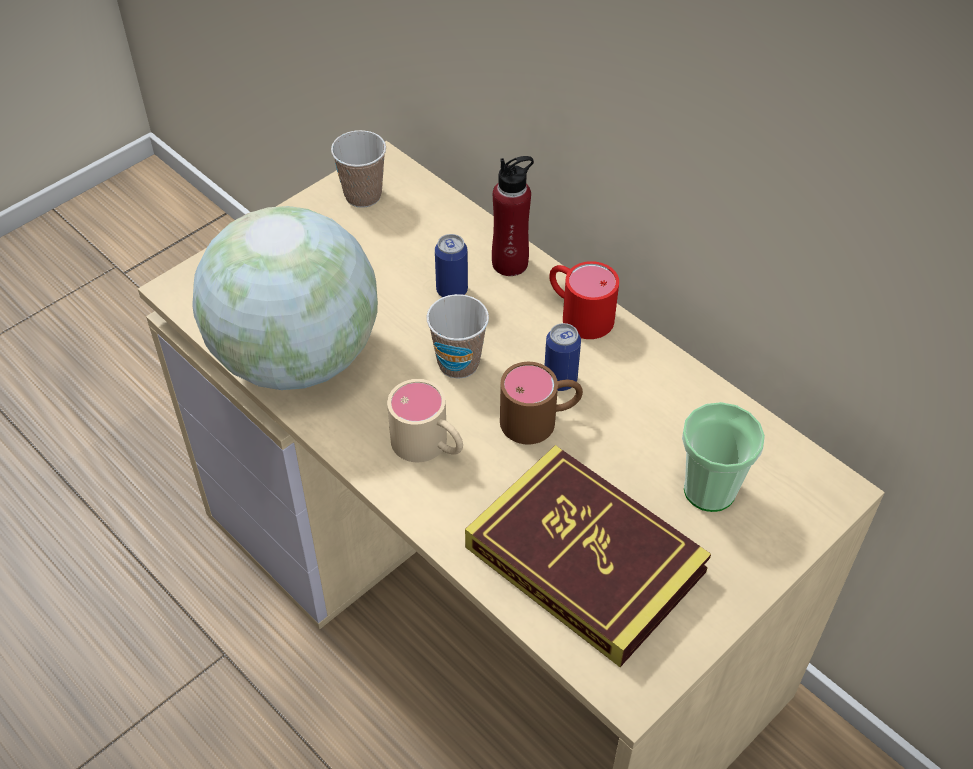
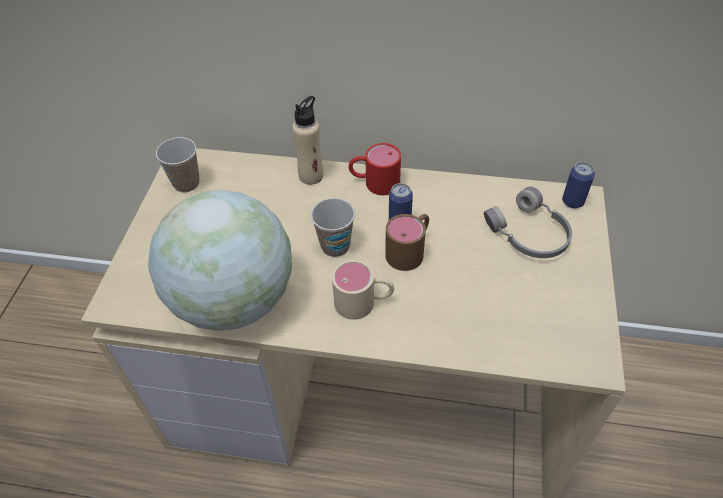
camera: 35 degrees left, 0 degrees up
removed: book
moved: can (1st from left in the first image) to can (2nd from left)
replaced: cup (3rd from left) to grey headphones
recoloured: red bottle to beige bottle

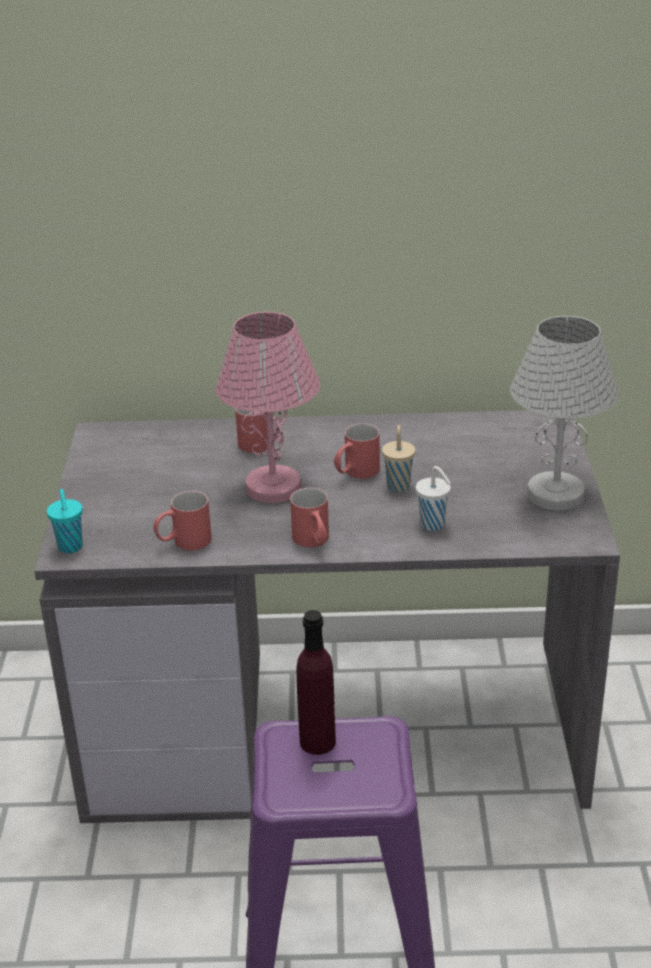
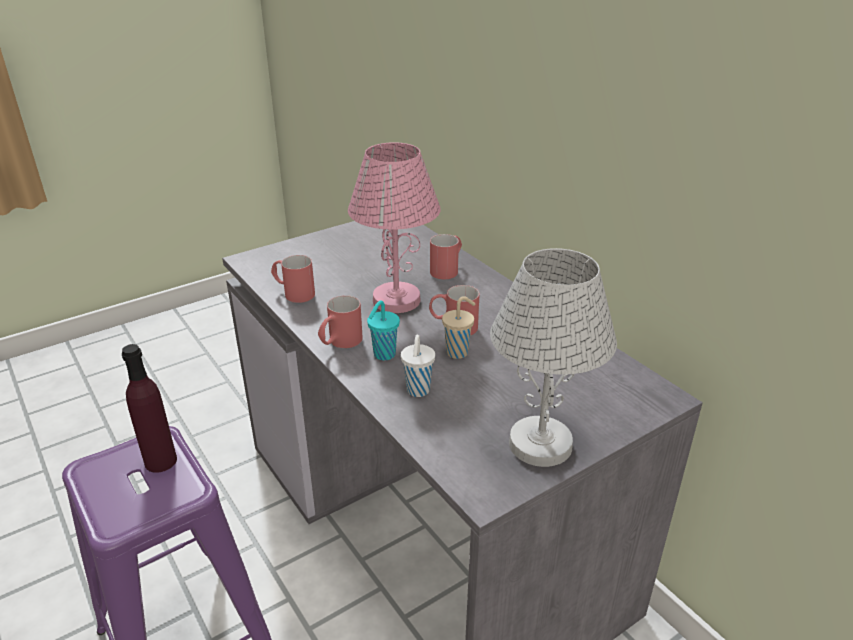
camera: 55 degrees right, 0 degrees up
moved: turquoise cup

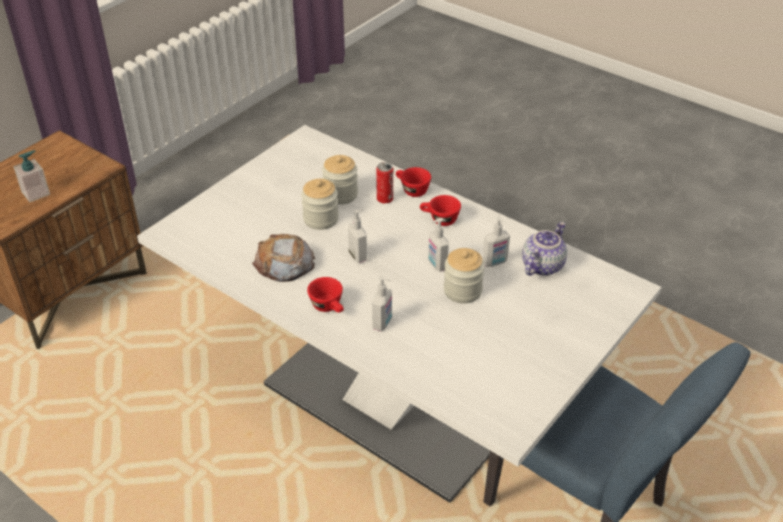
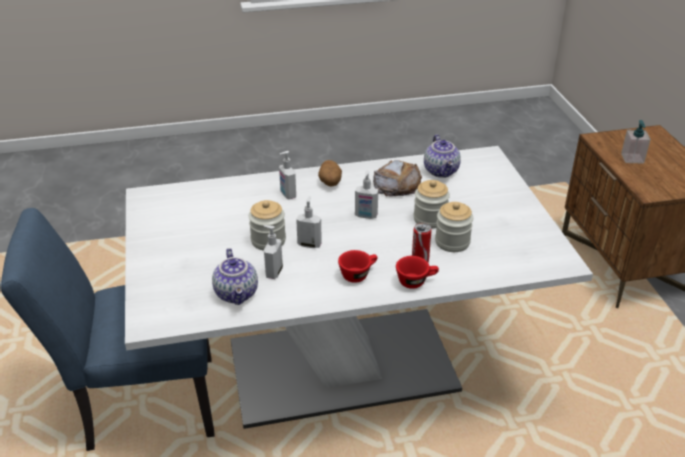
camera: 130 degrees right, 5 degrees down
added: teapot (2nd from left)
replaced: red cup (1st from left) to potato

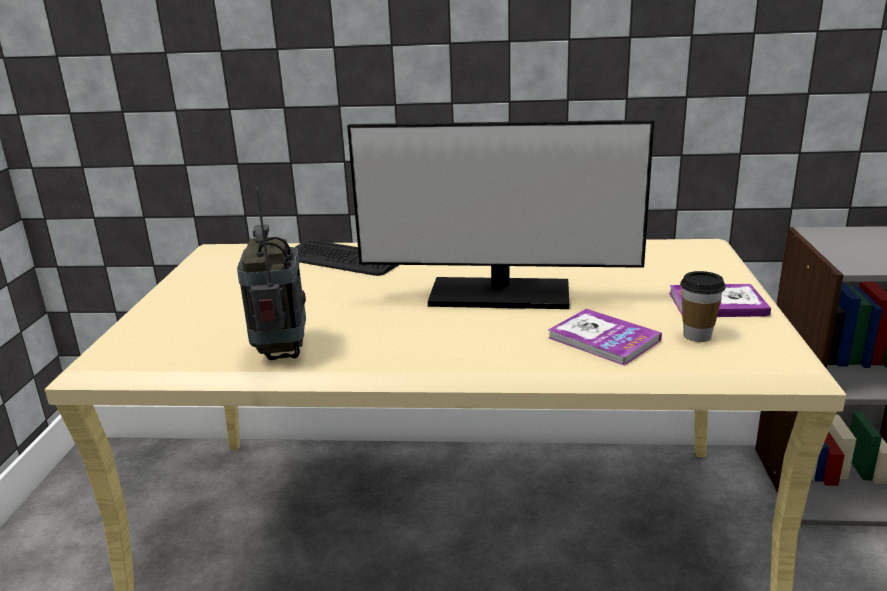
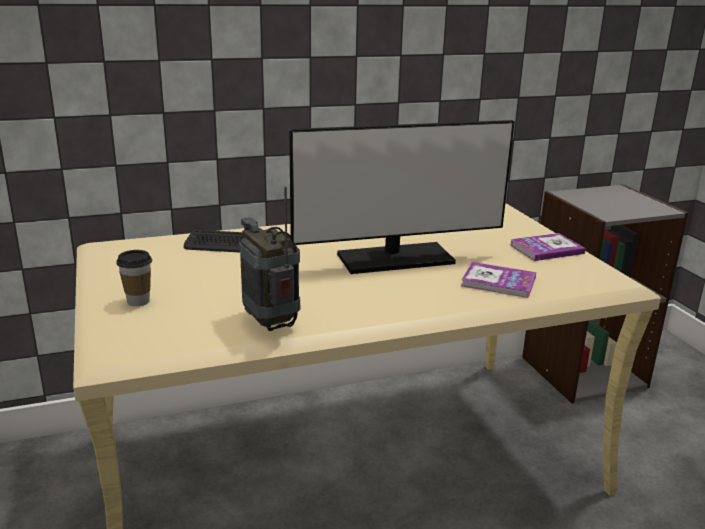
camera: 25 degrees left, 0 degrees up
moved: cup

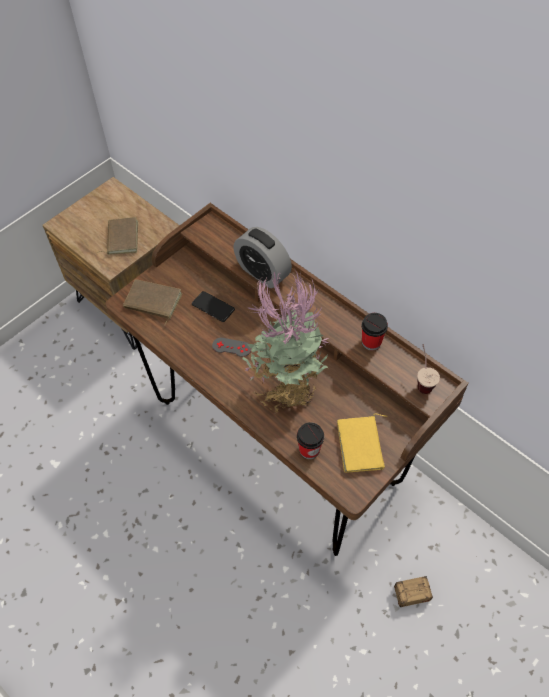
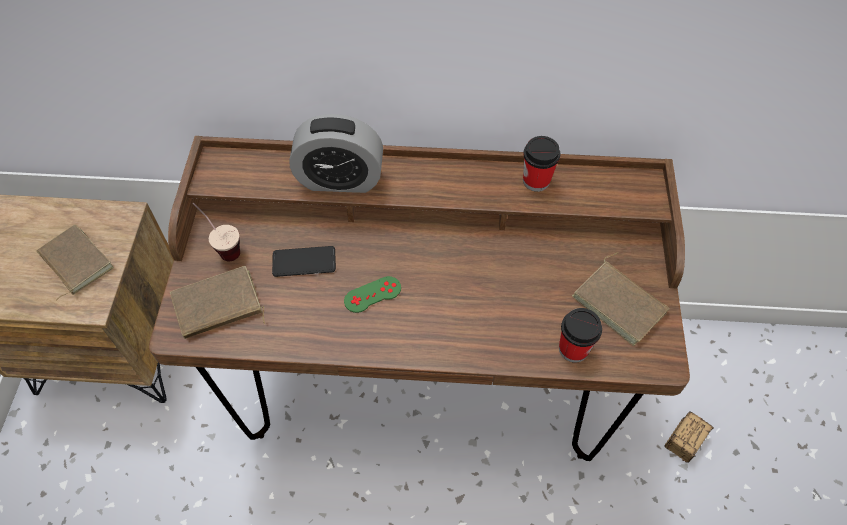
camera: 40 degrees left, 0 degrees up
removed: potted plant
moved: cup (3rd from left in the first image) to cup (1st from left)
recoloured: grey game controller to green game controller; yellow book to brown book (3rd from left)

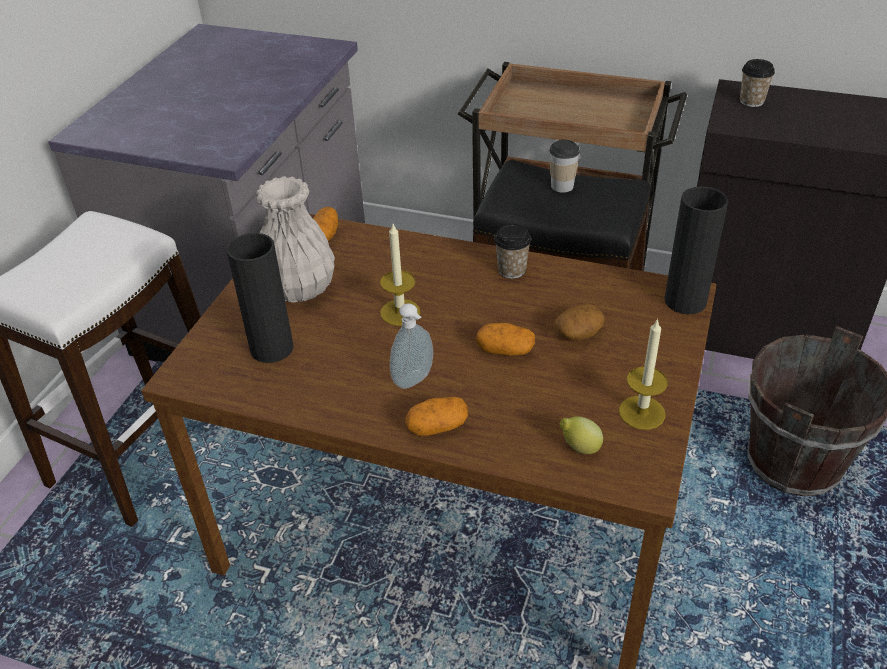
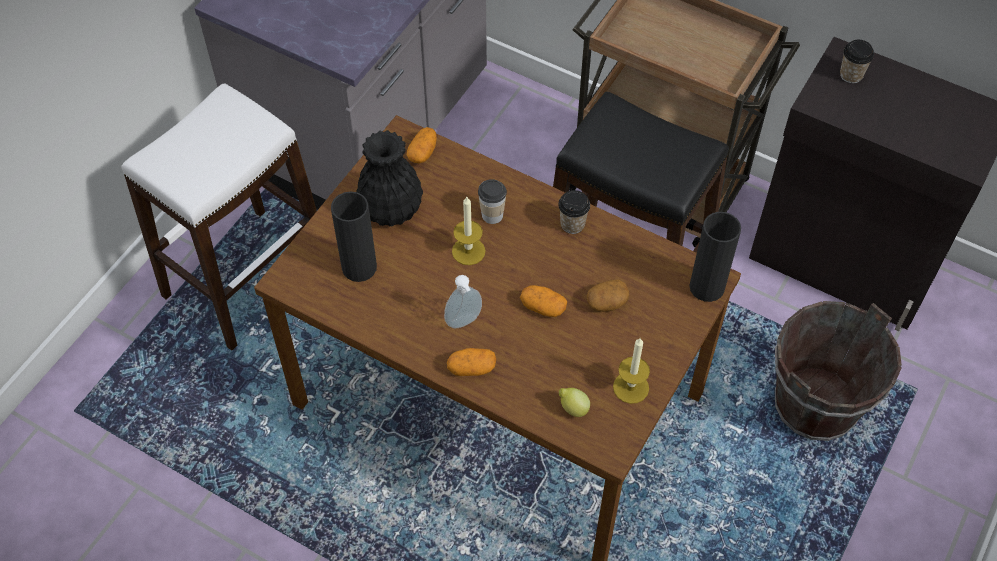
camera: 10 degrees right, 15 degrees up
moved: cup (2nd from left in the first image) to cup (1st from left)
recoloured: white vase to black vase (2nd from left)

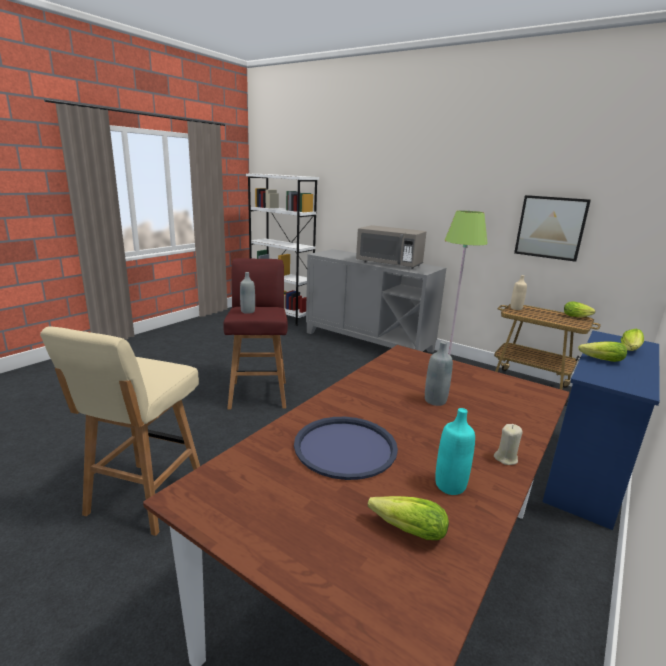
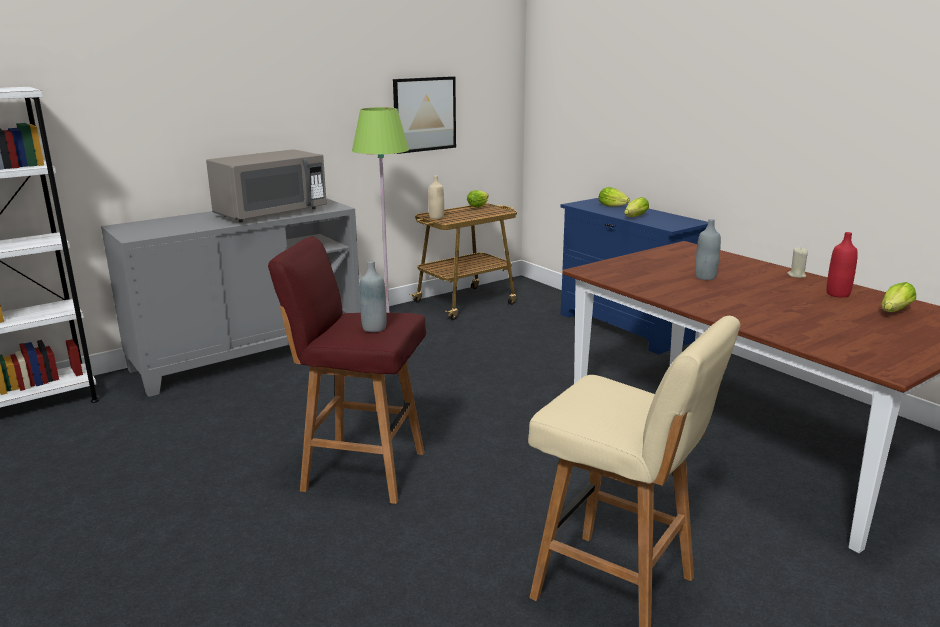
camera: 70 degrees left, 0 degrees up
removed: blue tray
recoloured: turquoise bottle to red bottle

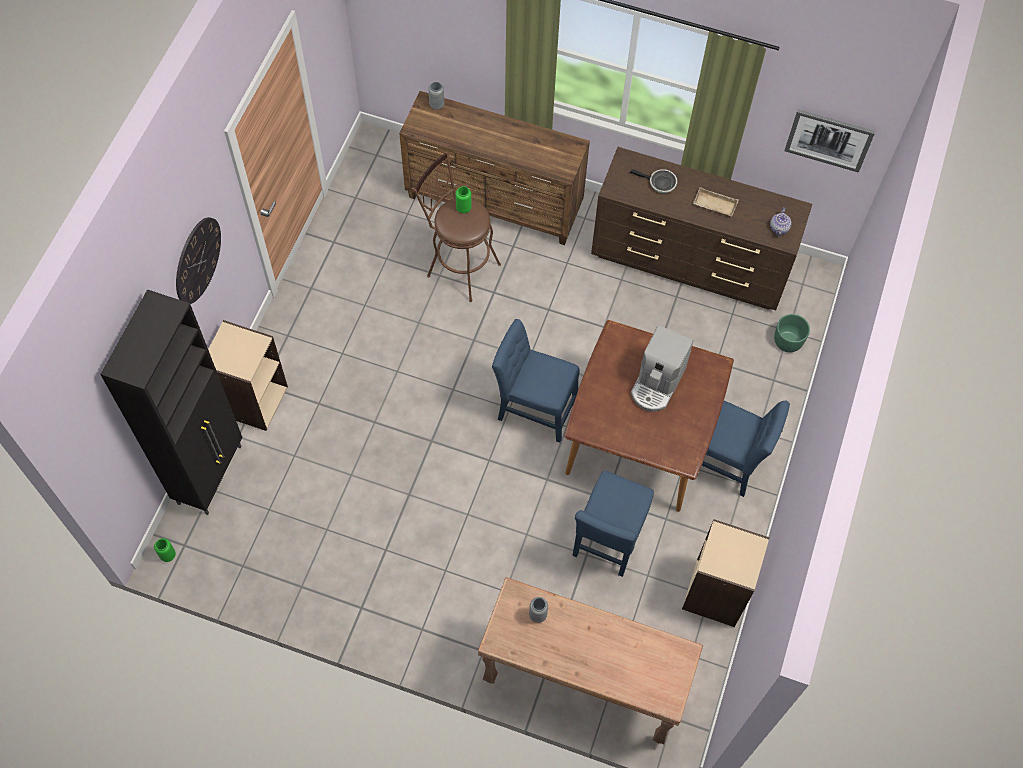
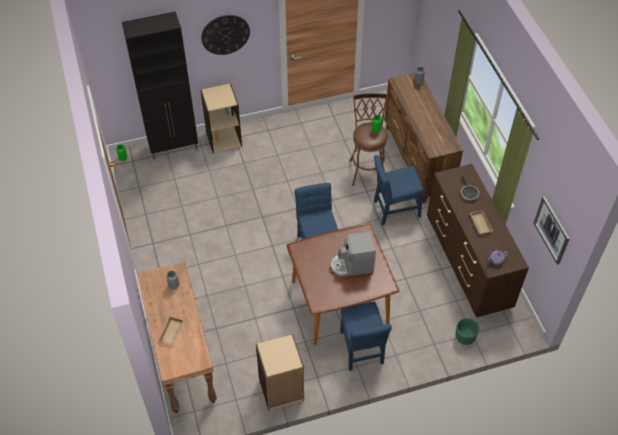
camera: 55 degrees right, 10 degrees down
added: beige tray (1st from left)
moved: blue chair (2nd from left in the first image) to blue chair (3rd from left)

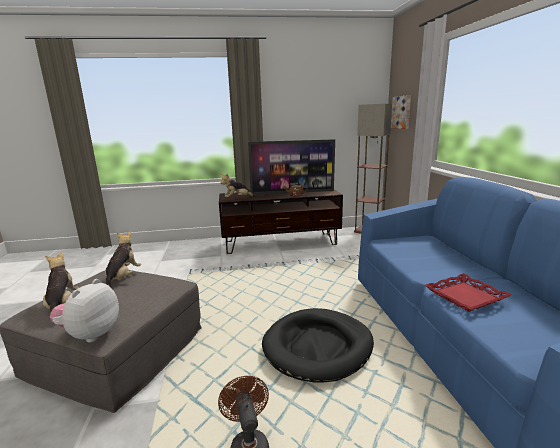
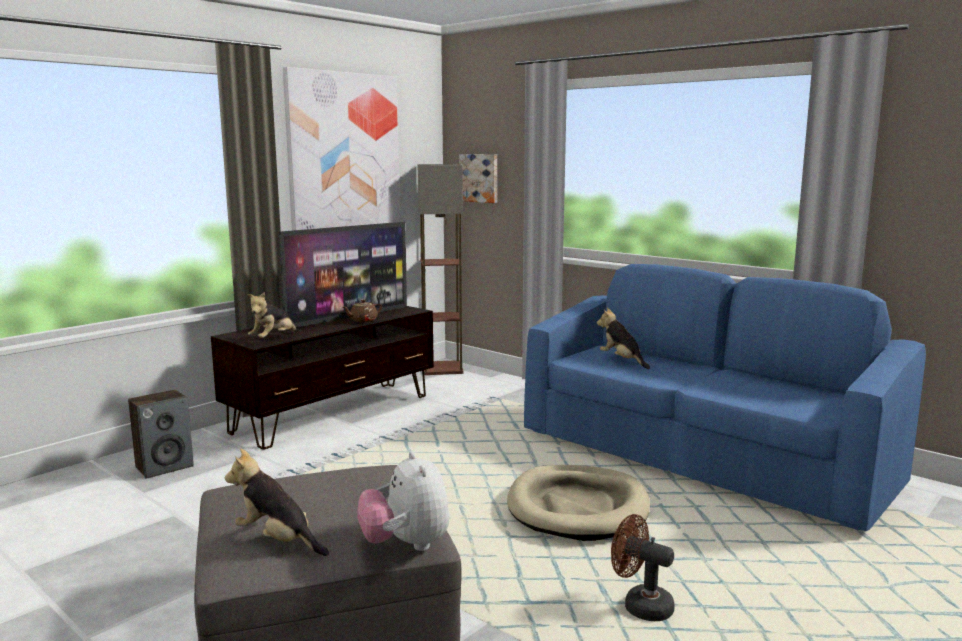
camera: 40 degrees left, 5 degrees down
removed: red tray
added: speaker; picture (1st from left)
moved: plush toy (3rd from left in the first image) to plush toy (4th from left)
recoloured: black dog bed to beige dog bed

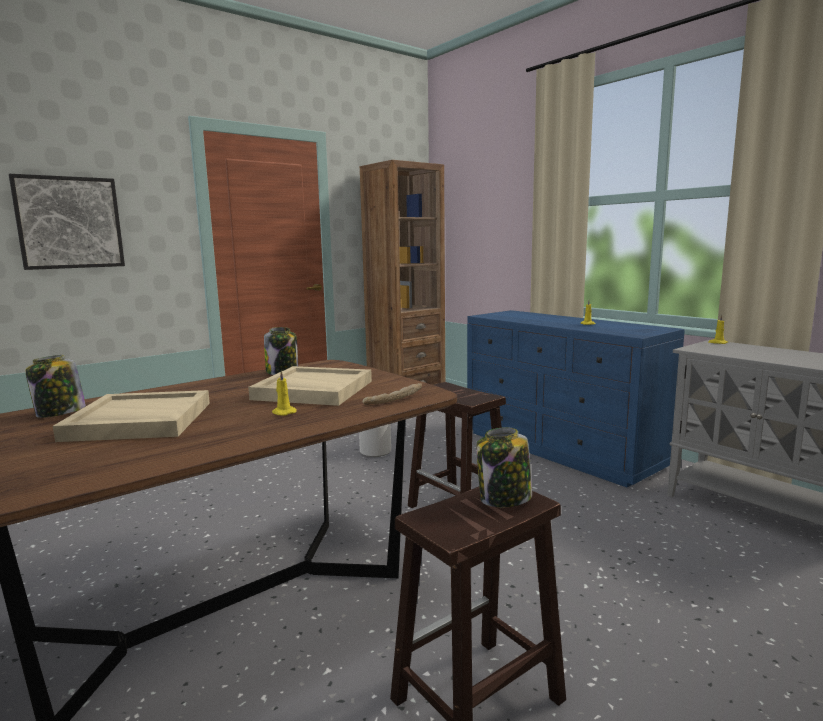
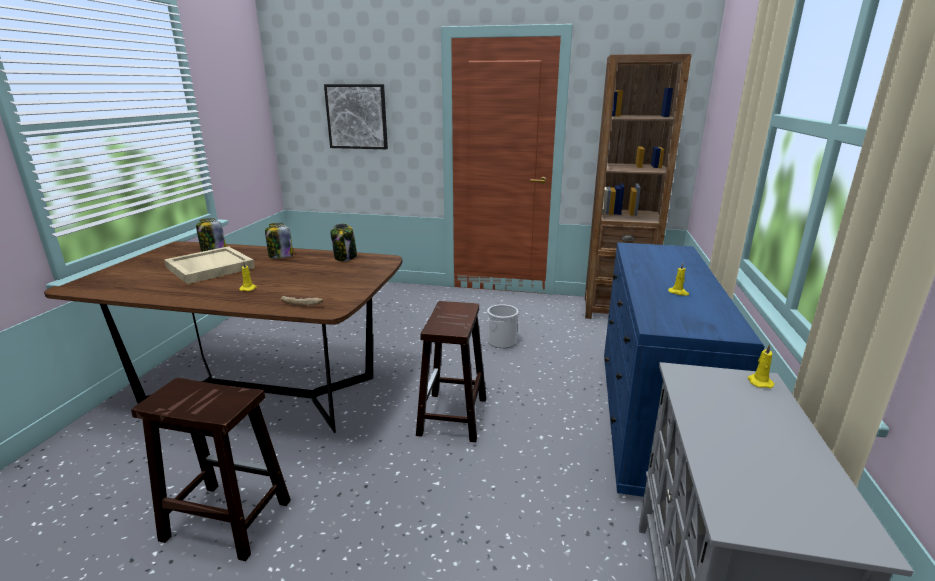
camera: 50 degrees right, 10 degrees up
removed: beige tray (2nd from left)
moved: jar (3rd from left in the first image) to jar (2nd from left)

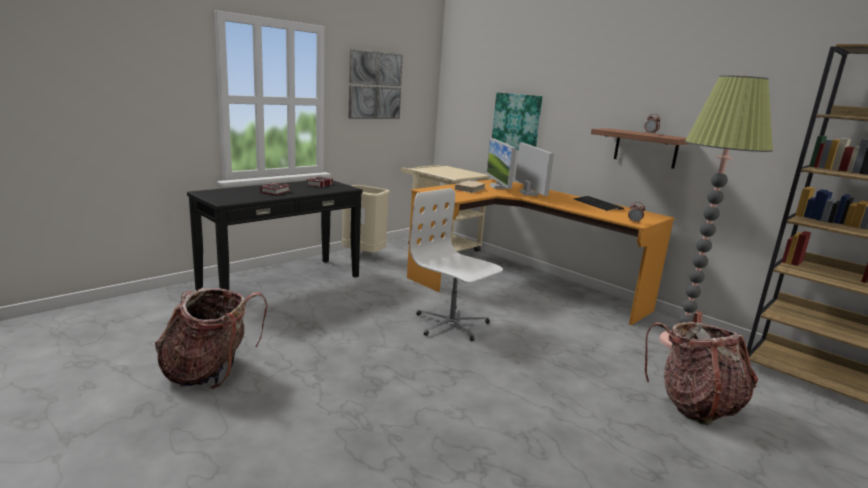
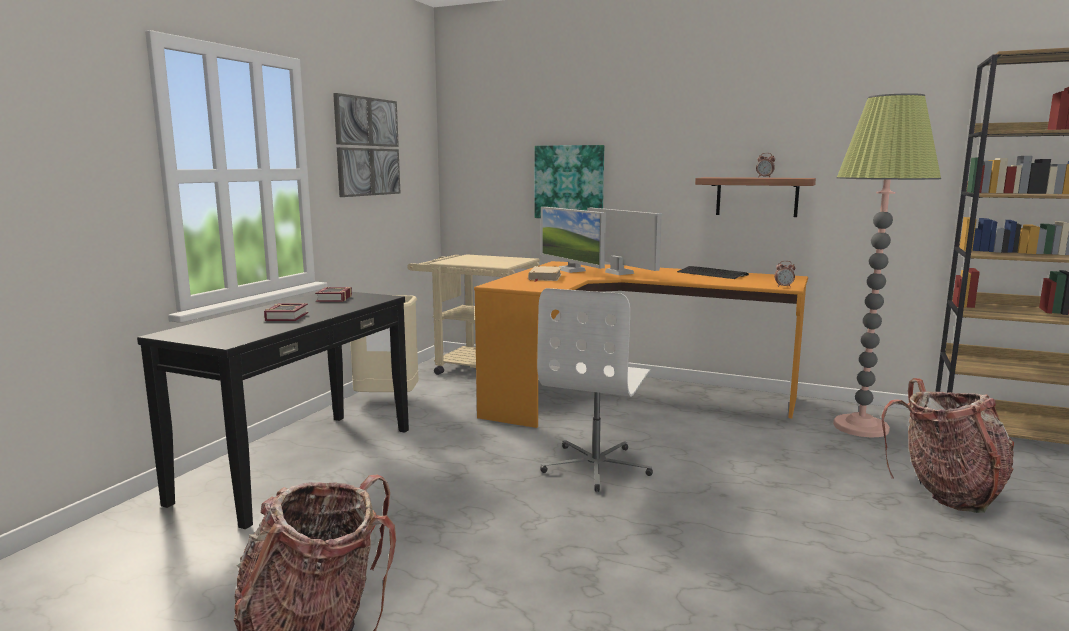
camera: 20 degrees left, 5 degrees down
turned: white office chair 90 degrees counterclockwise

